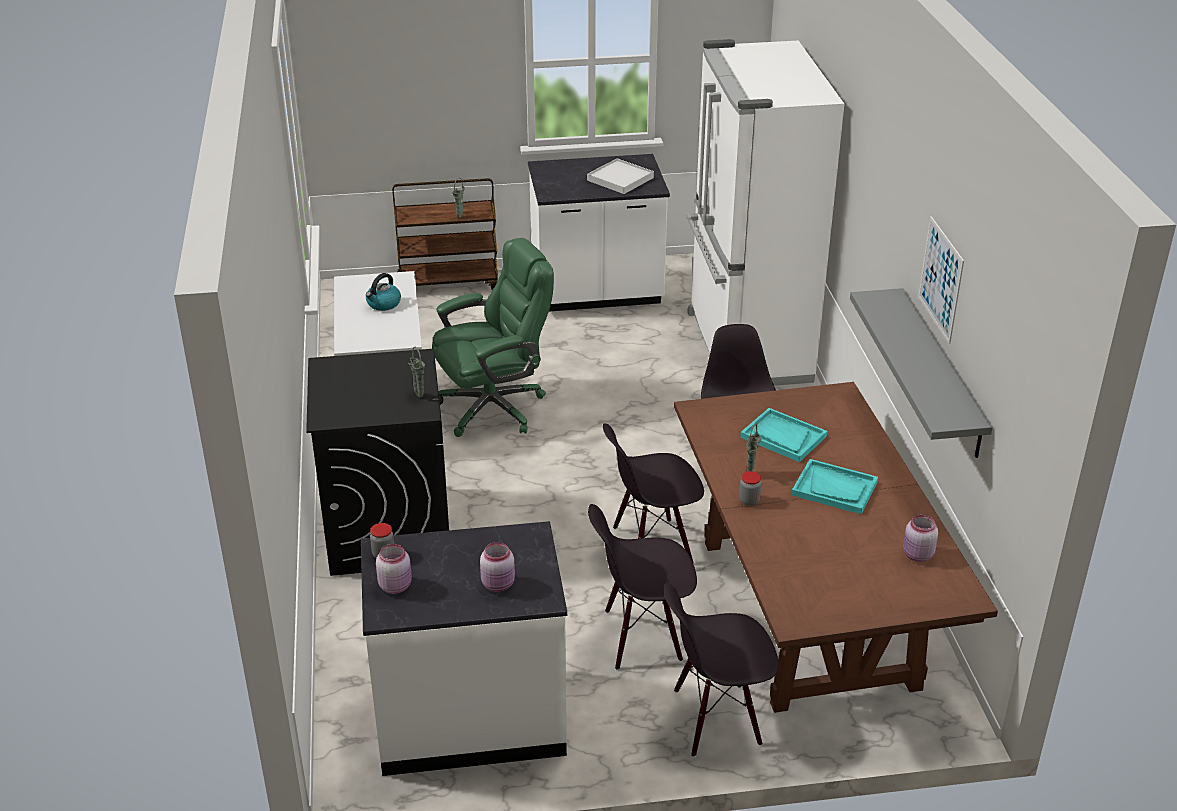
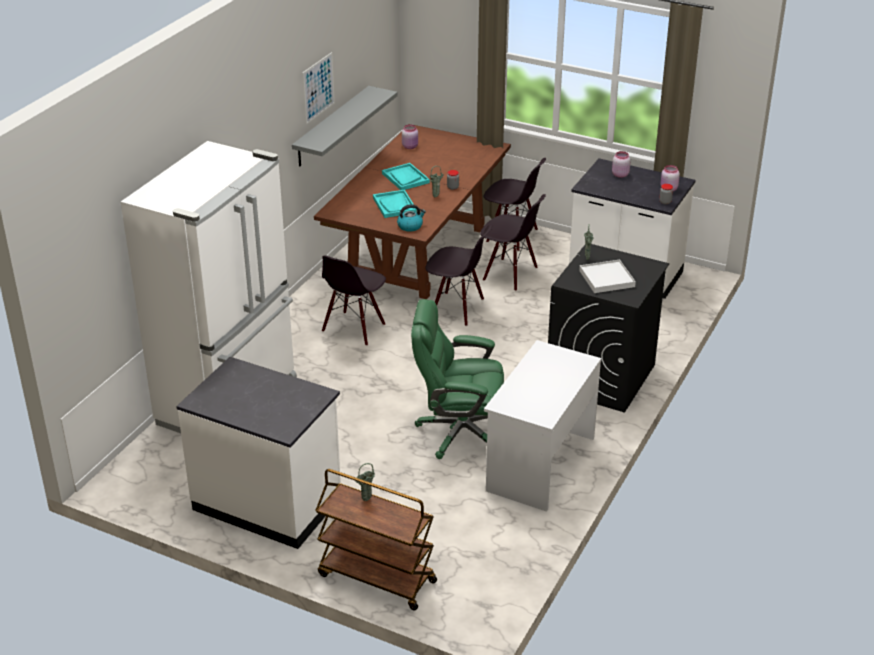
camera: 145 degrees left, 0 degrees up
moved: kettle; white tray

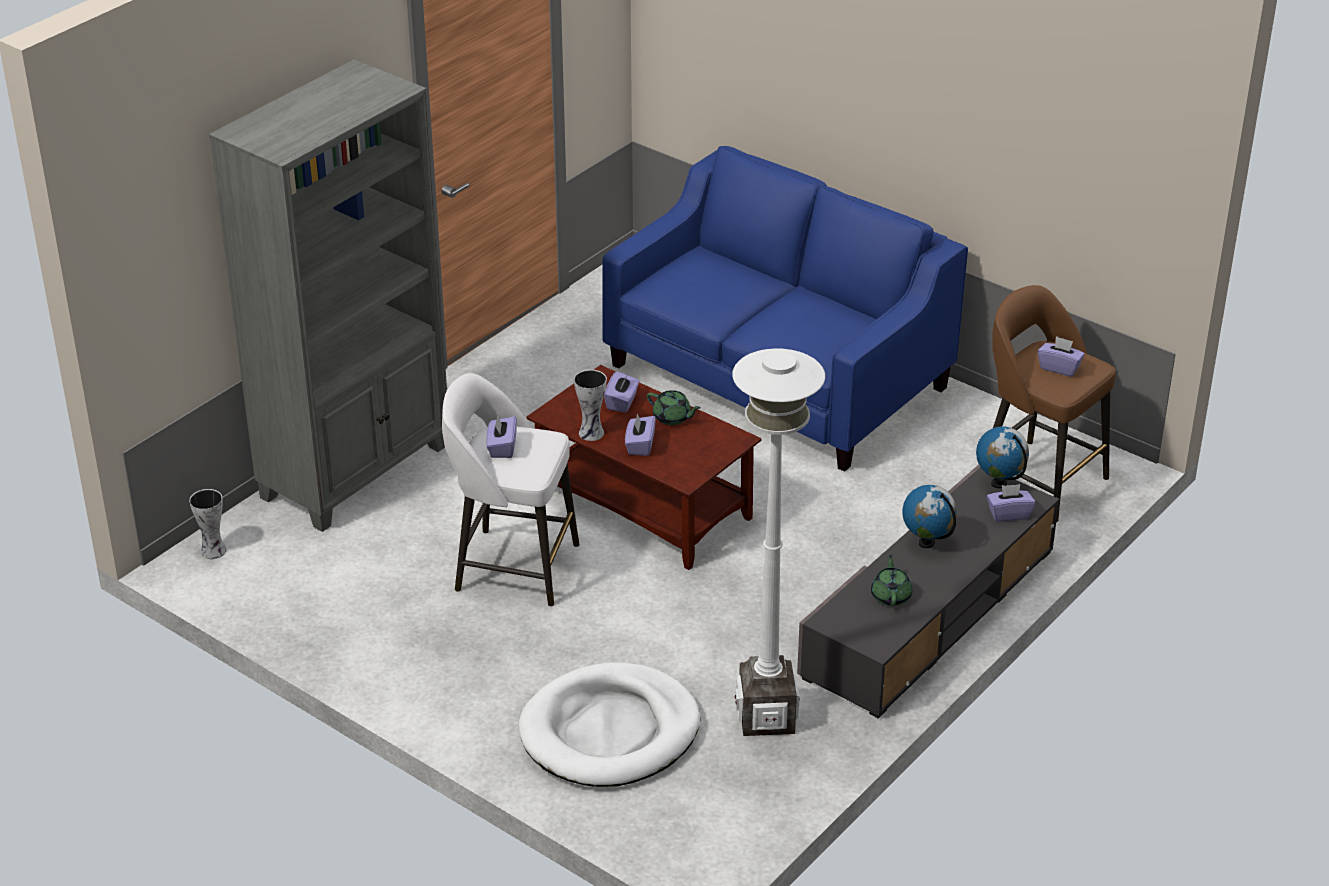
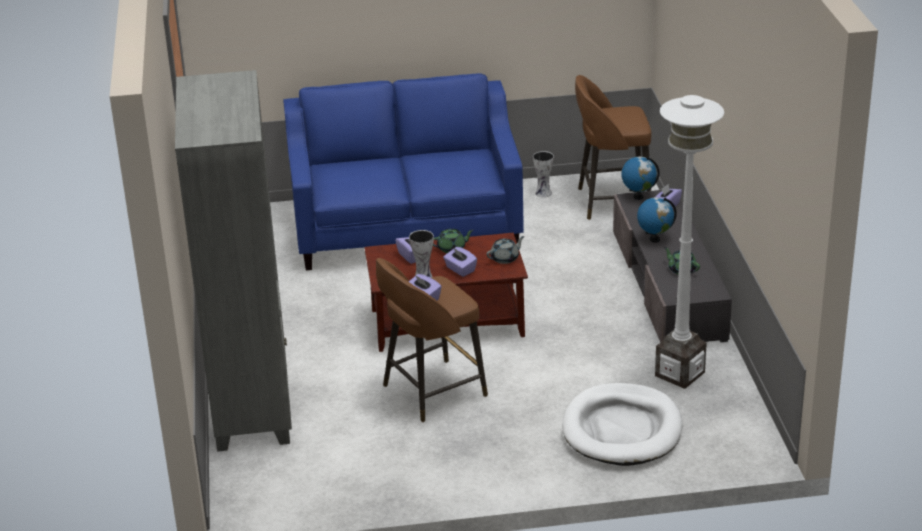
camera: 45 degrees left, 5 degrees down
removed: purple tissue box (5th from left)
added: grey teapot
moved: vase (1st from left in the first image) to vase (2nd from left)
recoloured: white stool to brown stool (1st from left)

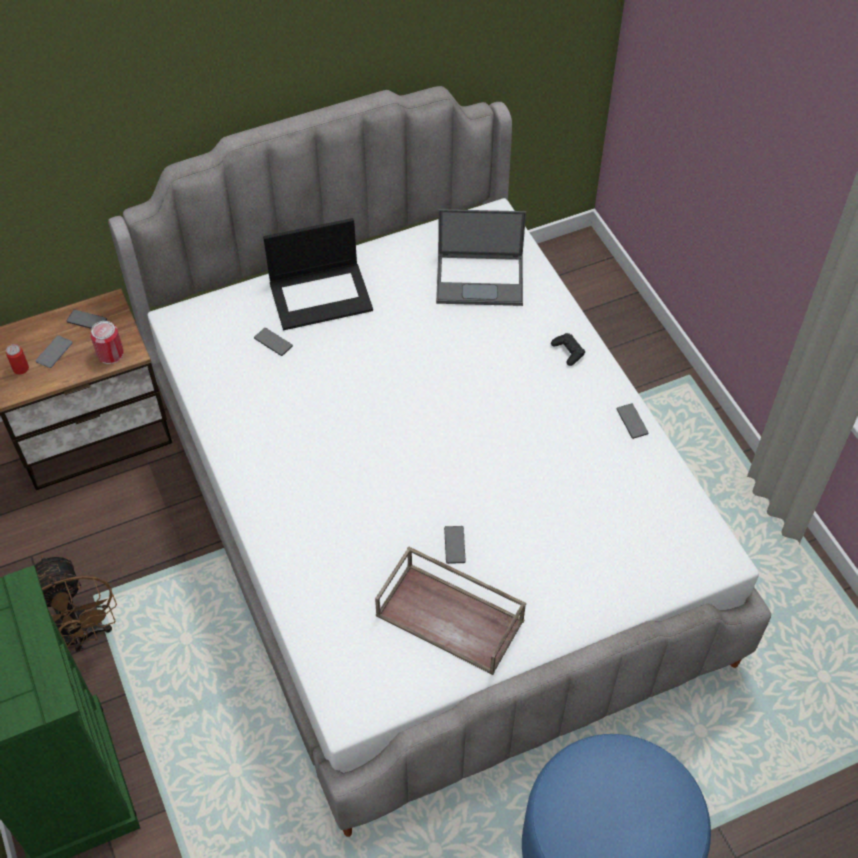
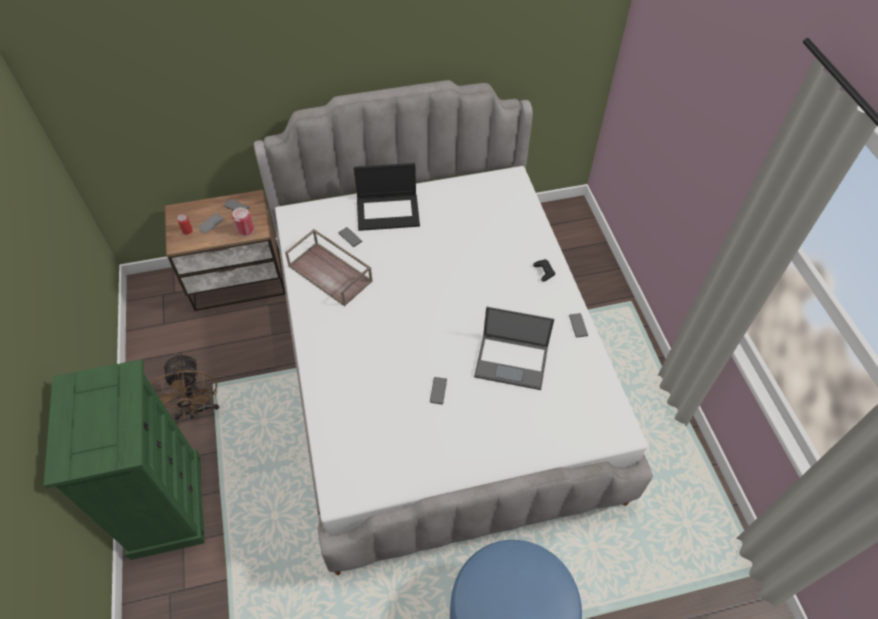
camera: 10 degrees right, 0 degrees up
moved: brown tray; laptop (2nd from left)

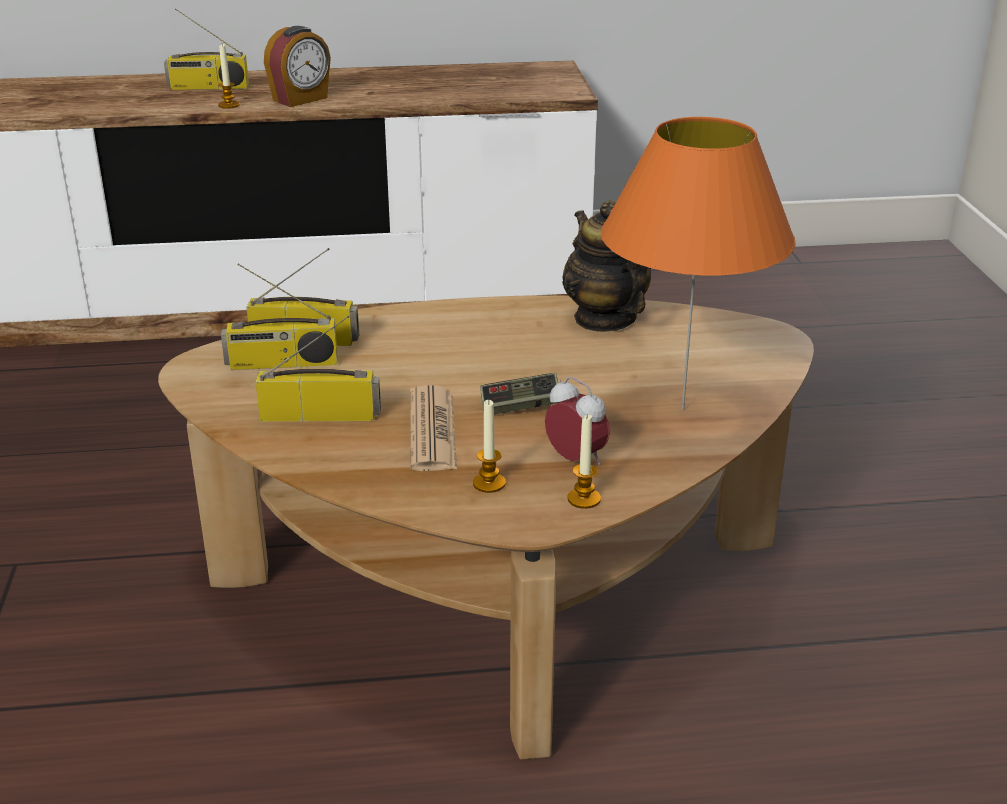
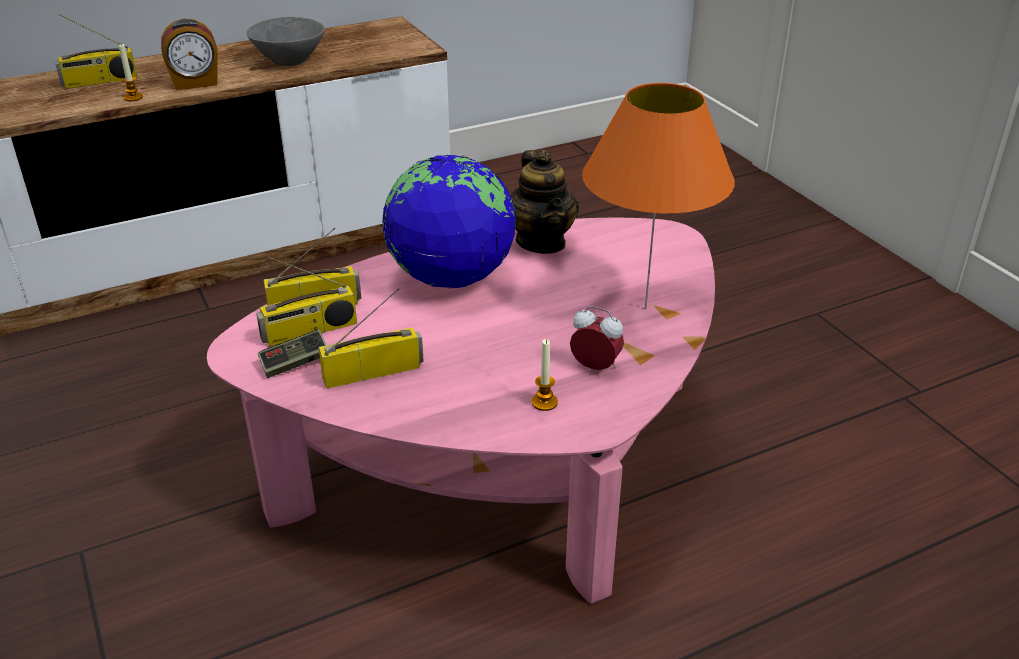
camera: 20 degrees left, 5 degrees up
removed: newspaper; candle (3rd from left)
added: grey bowl; globe
moved: game controller
recoloured: brown coffee table to pink coffee table
turned: alarm clock (1st from left) 45 degrees clockwise; teapot 150 degrees counterclockwise

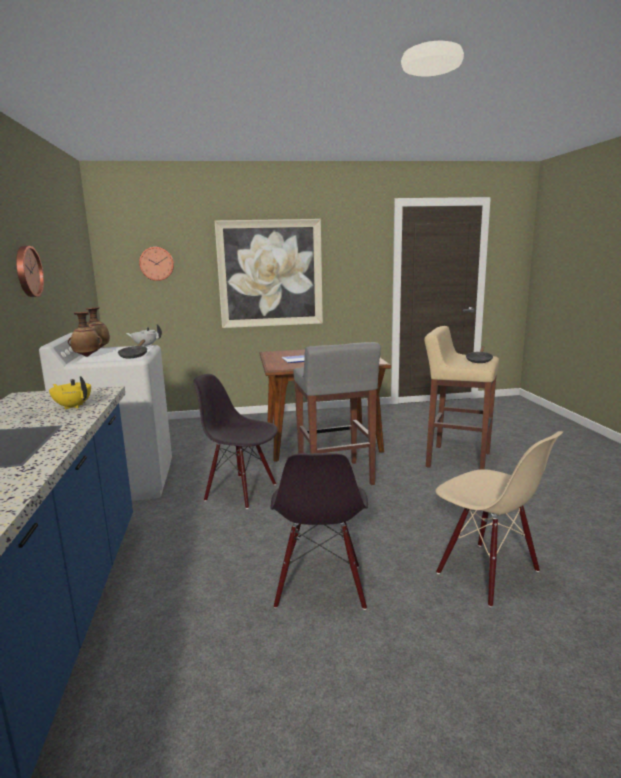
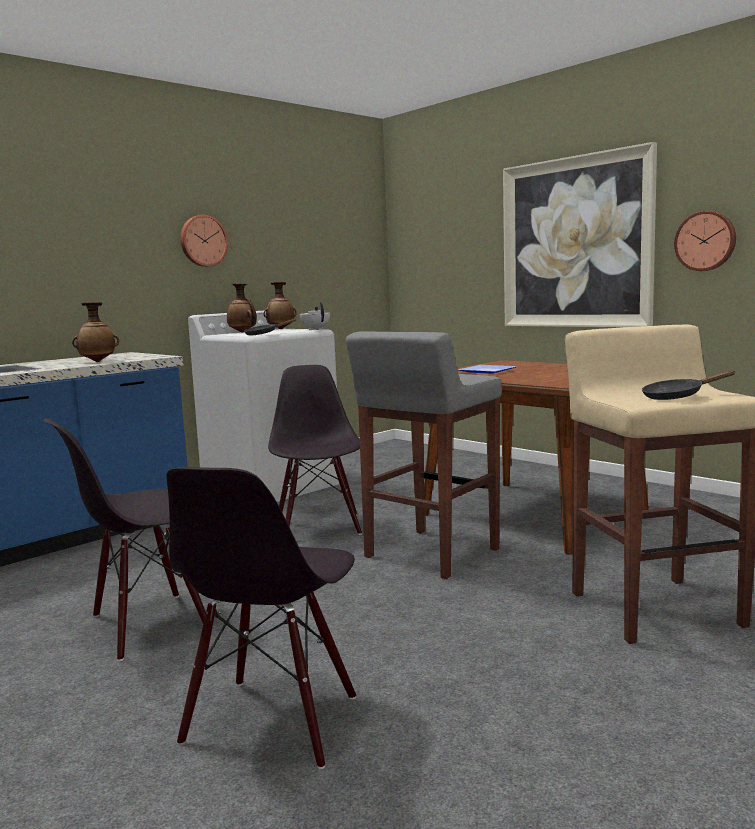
camera: 55 degrees right, 5 degrees down
moved: wall clock (2nd from left)
replaced: yellow teapot to vase (1st from left)
recoloured: beige chair to black chair (2nd from left)

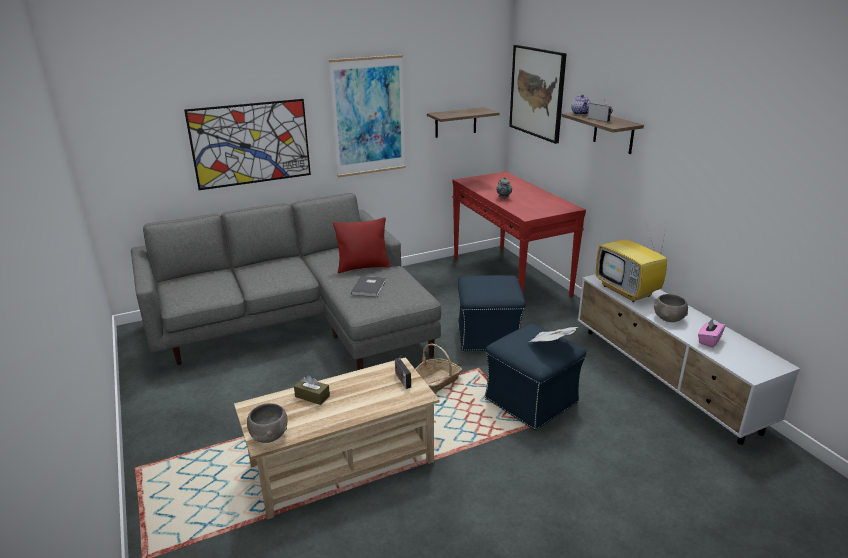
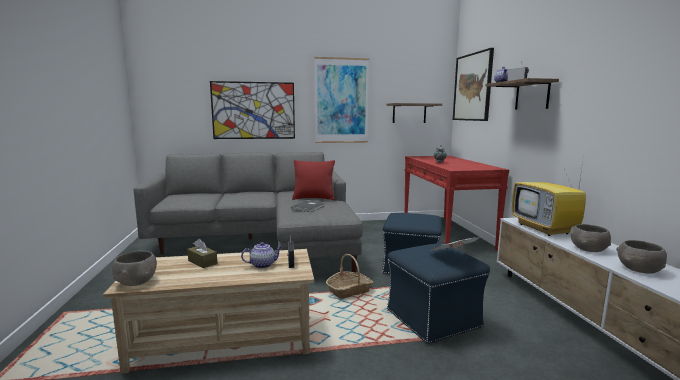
camera: 15 degrees right, 15 degrees down
added: teapot (1st from left)
replaced: pink tissue box to grey bowl (3rd from left)

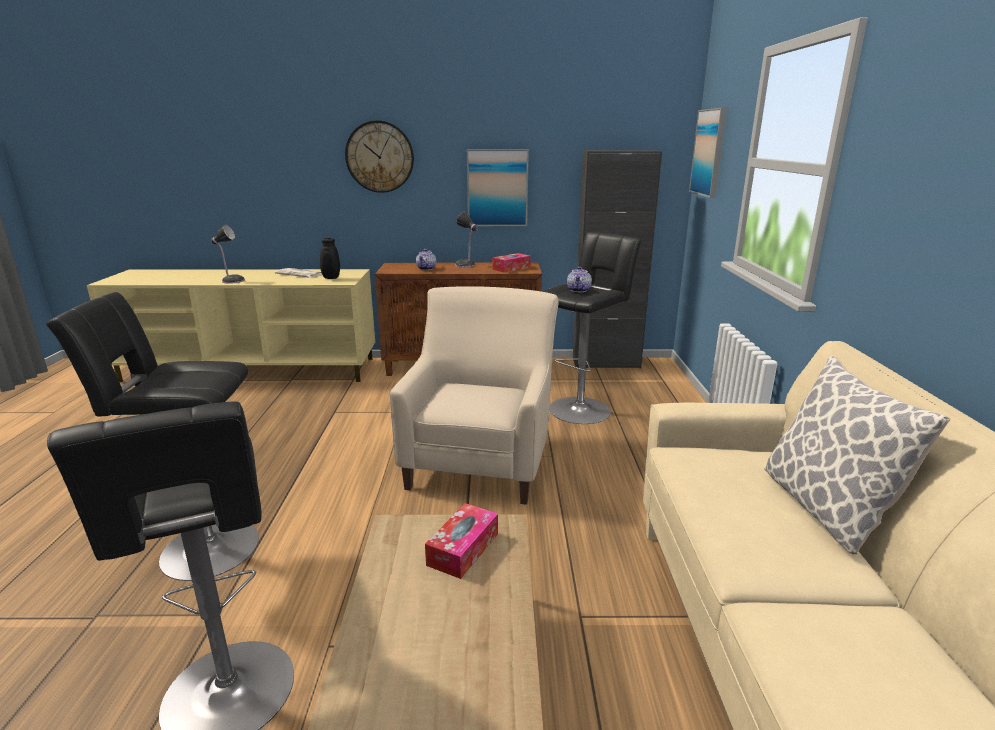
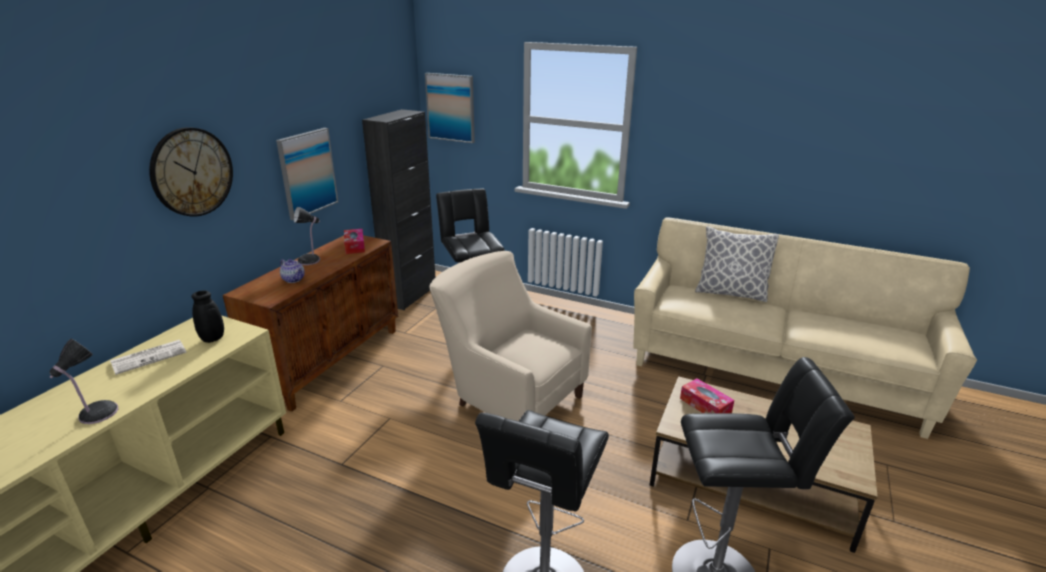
camera: 65 degrees left, 5 degrees up
removed: teapot (2nd from left)

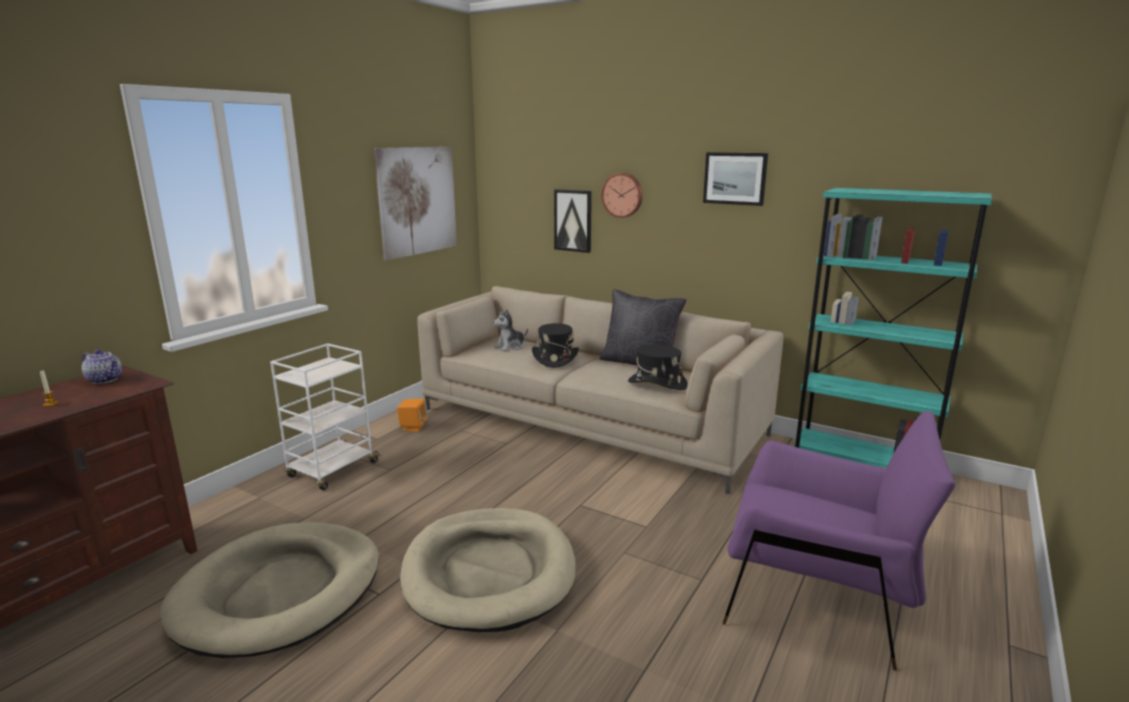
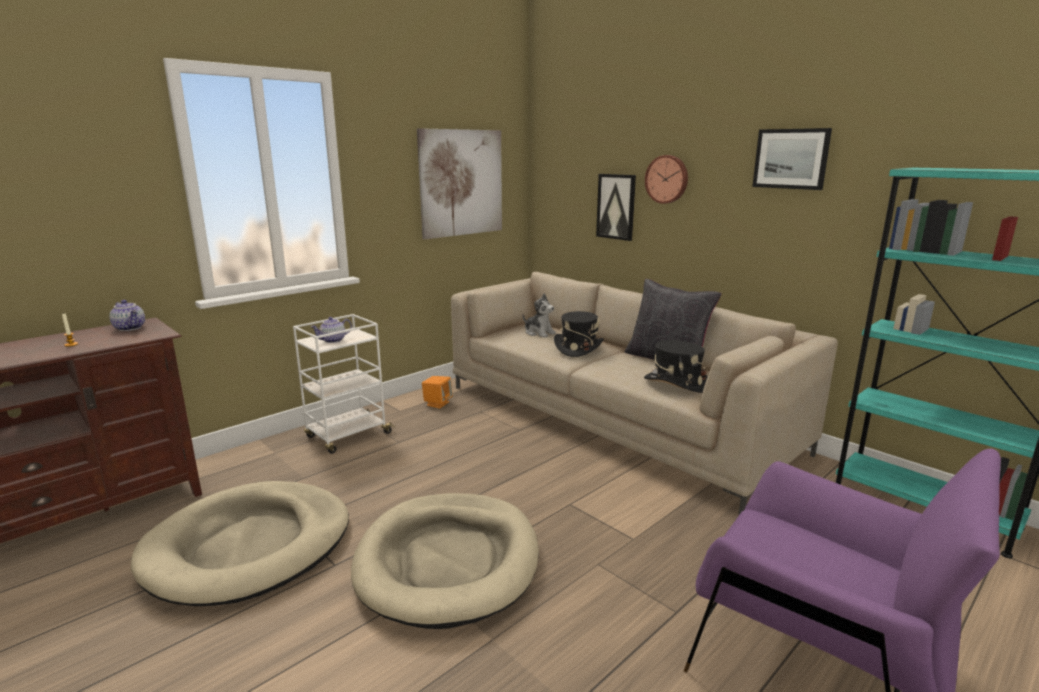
camera: 15 degrees right, 0 degrees up
added: teapot (2nd from left)
turned: plush toy 120 degrees counterclockwise

